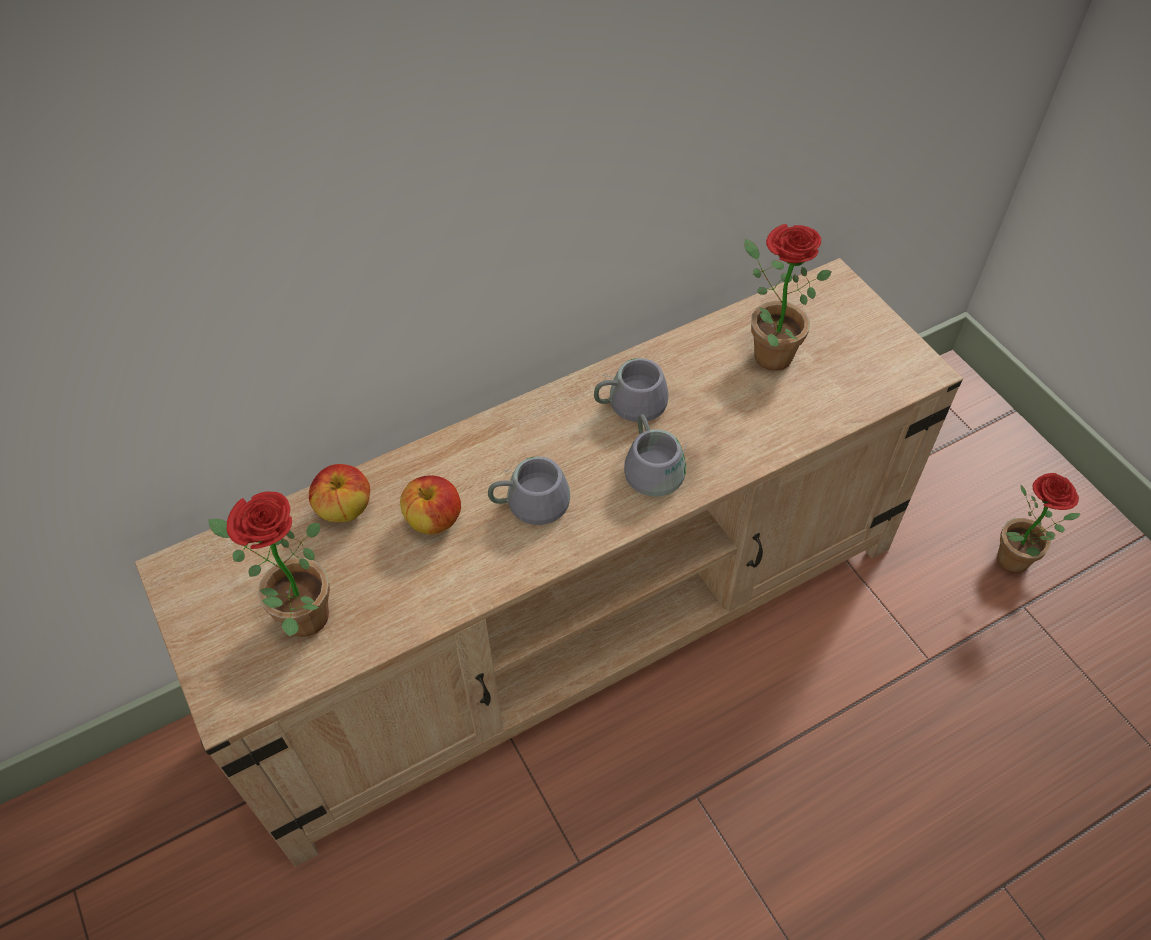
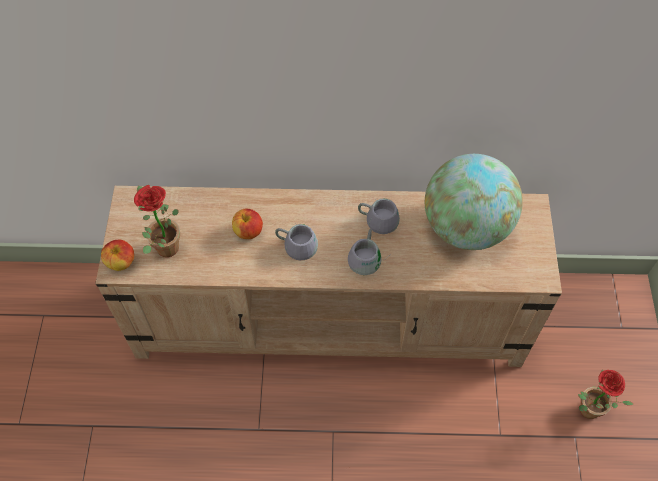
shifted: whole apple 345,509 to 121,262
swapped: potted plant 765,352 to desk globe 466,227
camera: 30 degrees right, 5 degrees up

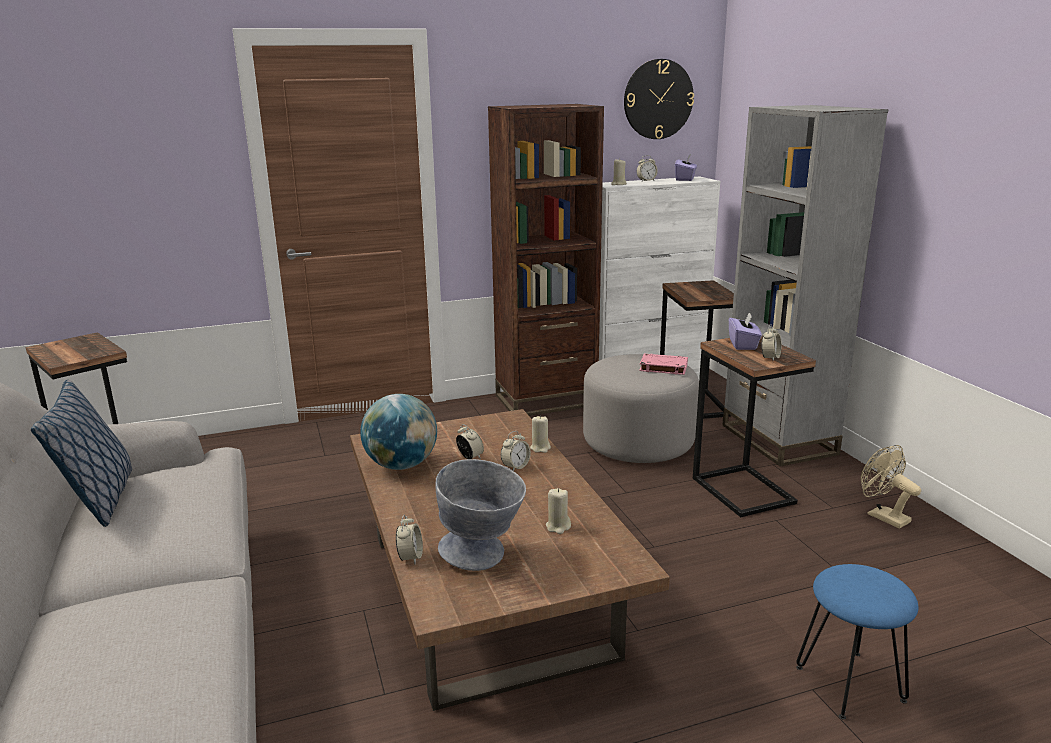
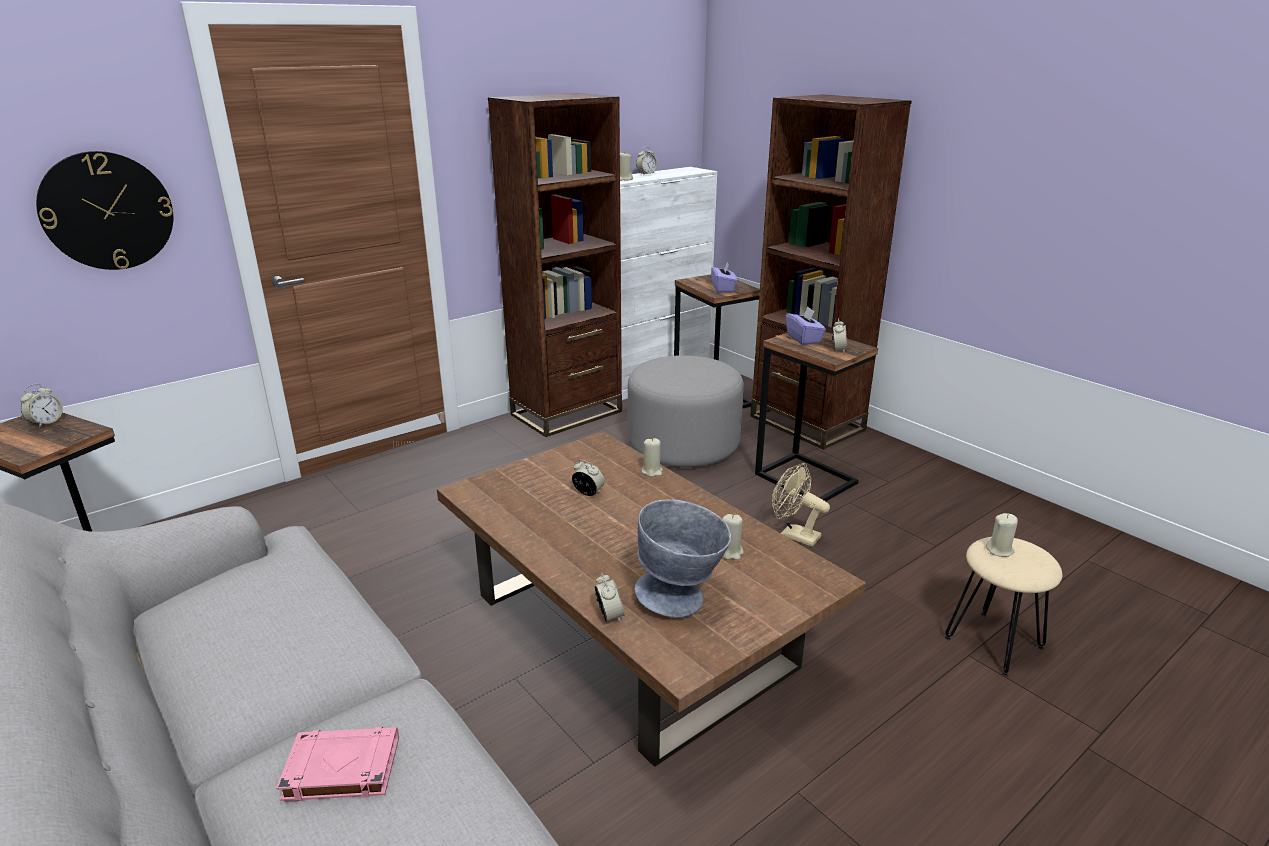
gone: cushion 100,501; desk globe 401,465
new: candle in beige-coloured 999,550
shifted: alarm clock 515,467 to 46,422; wall clock 658,99 to 107,211; volume in pinkish 663,367 to 340,769; tissue holder in purple-coloured 685,179 to 723,289; cooling fan in beige-coloured 882,516 to 793,535
repainted: bookshelf in gray 778,439 to bookshelf in brown 806,423; stool in blue-coloured 849,684 to stool in beige-coloured 993,643
camera: 20 degrees left, 5 degrees up

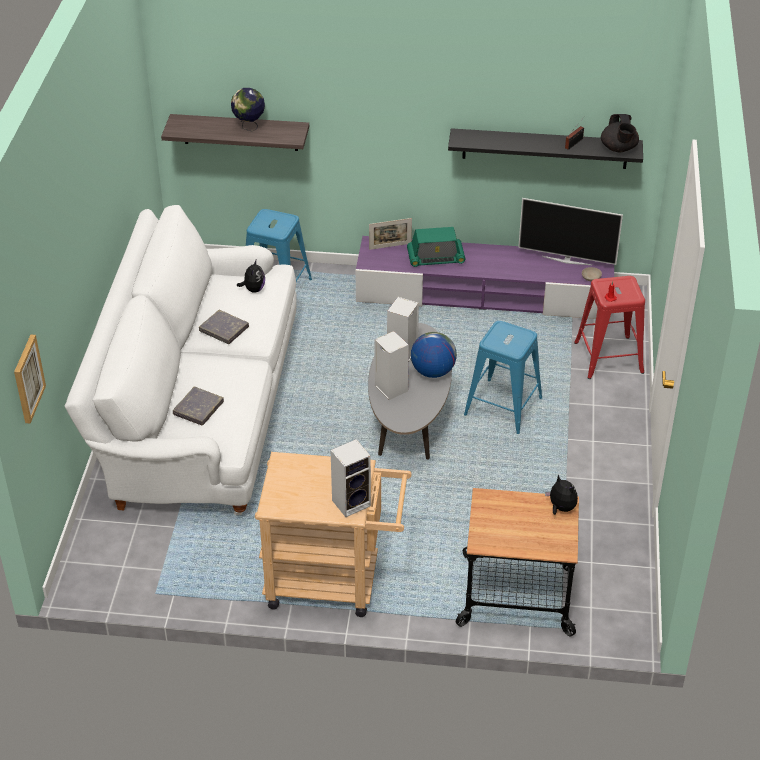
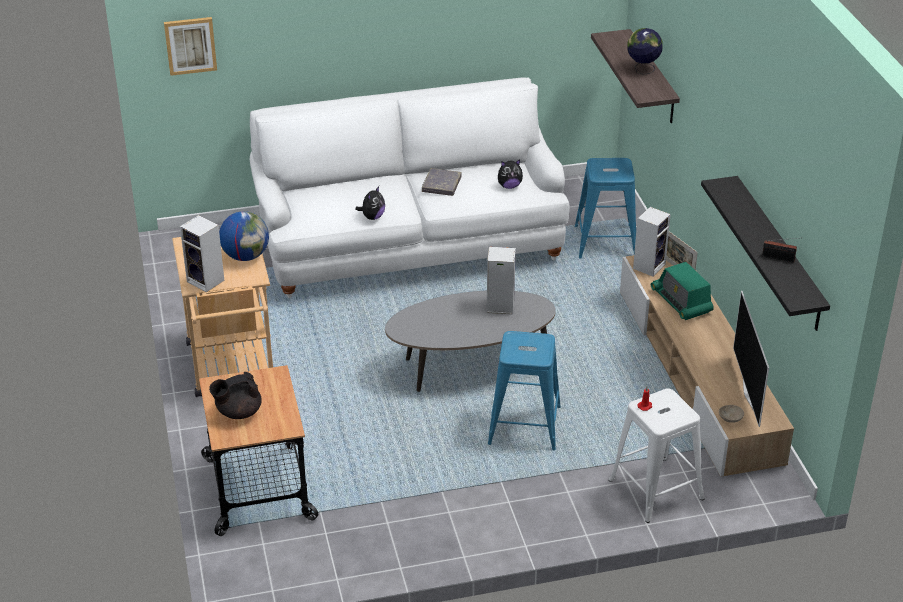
gone: volume in gray 198,408
shifted: speaker 390,388 to 649,265; desk globe 432,371 to 246,256; cuddly toy 560,508 to 372,217; teapot in black-coloured 618,148 to 238,412
repainted: media console in purple-coloured 484,294 to media console in beige-coloured 698,375; stool in red-coloured 608,357 to stool in white 655,489
camera: 70 degrees right, 5 degrees down

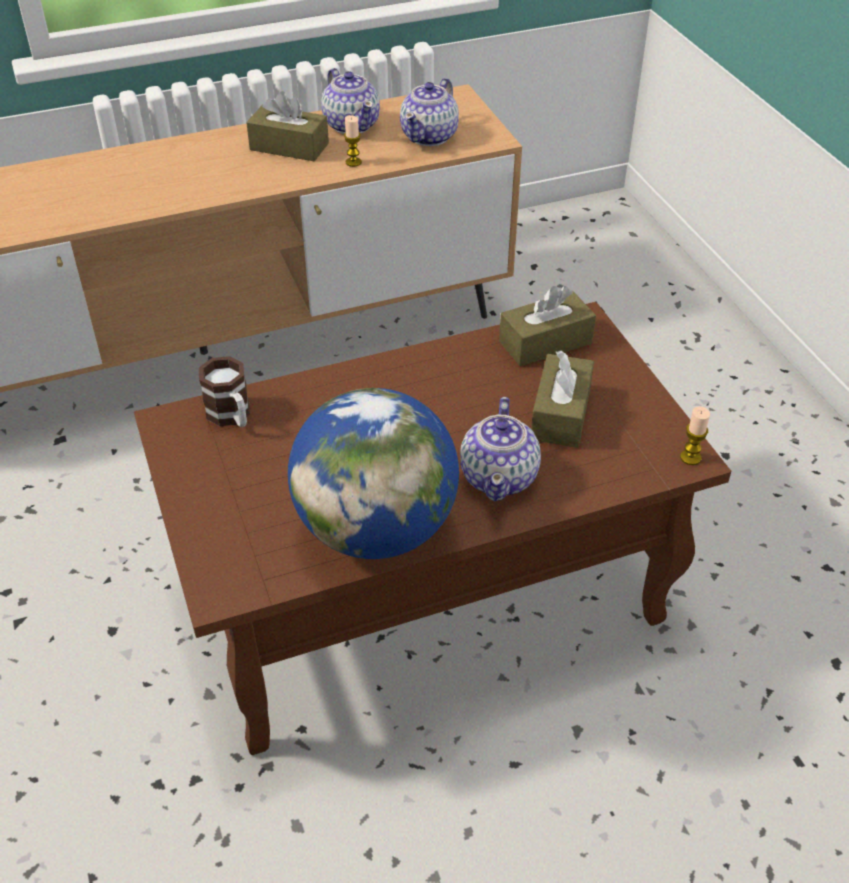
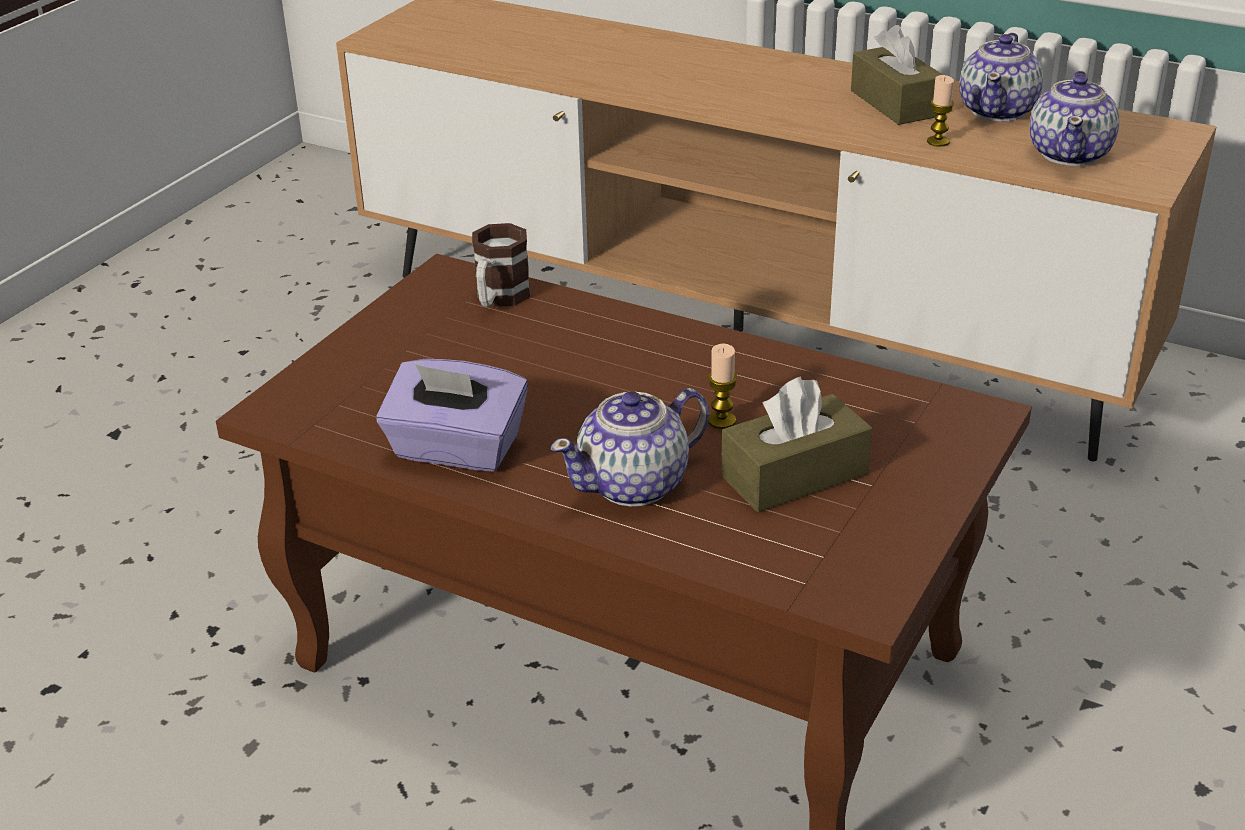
gone: tissue holder in brown 545,342
shifted: candle 690,457 to 721,421
swapped: desk globe 376,529 to tissue holder in purple-coloured 456,449
rotated: teapot 430,136 = 1070,153 60 degrees counterclockwise
camera: 50 degrees right, 10 degrees down

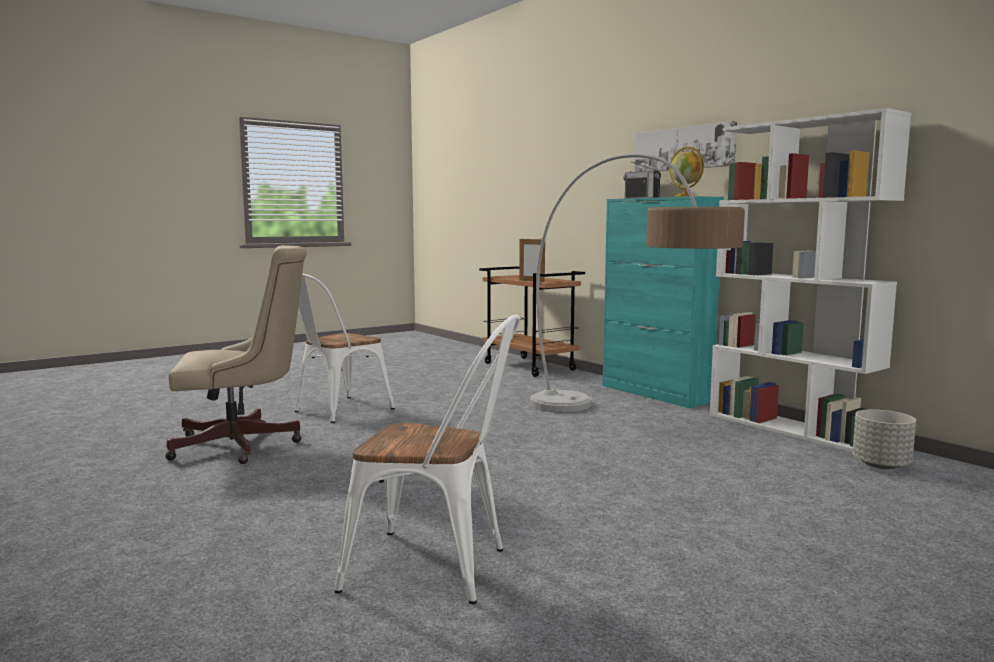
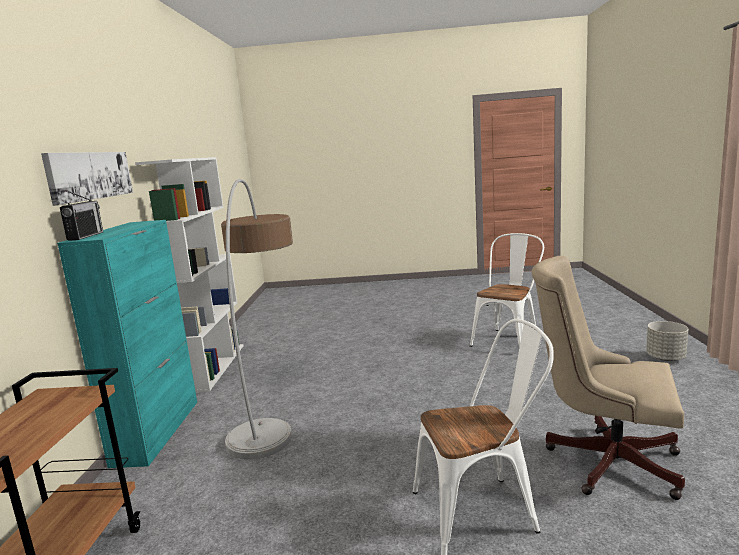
gone: picture frame 531,281; desk globe 685,196
shifted: flower pot in gray 880,465 to 666,358
rotated: upright chair in white 439,569 = 509,339 75 degrees clockwise
camera: 140 degrees left, 5 degrees up

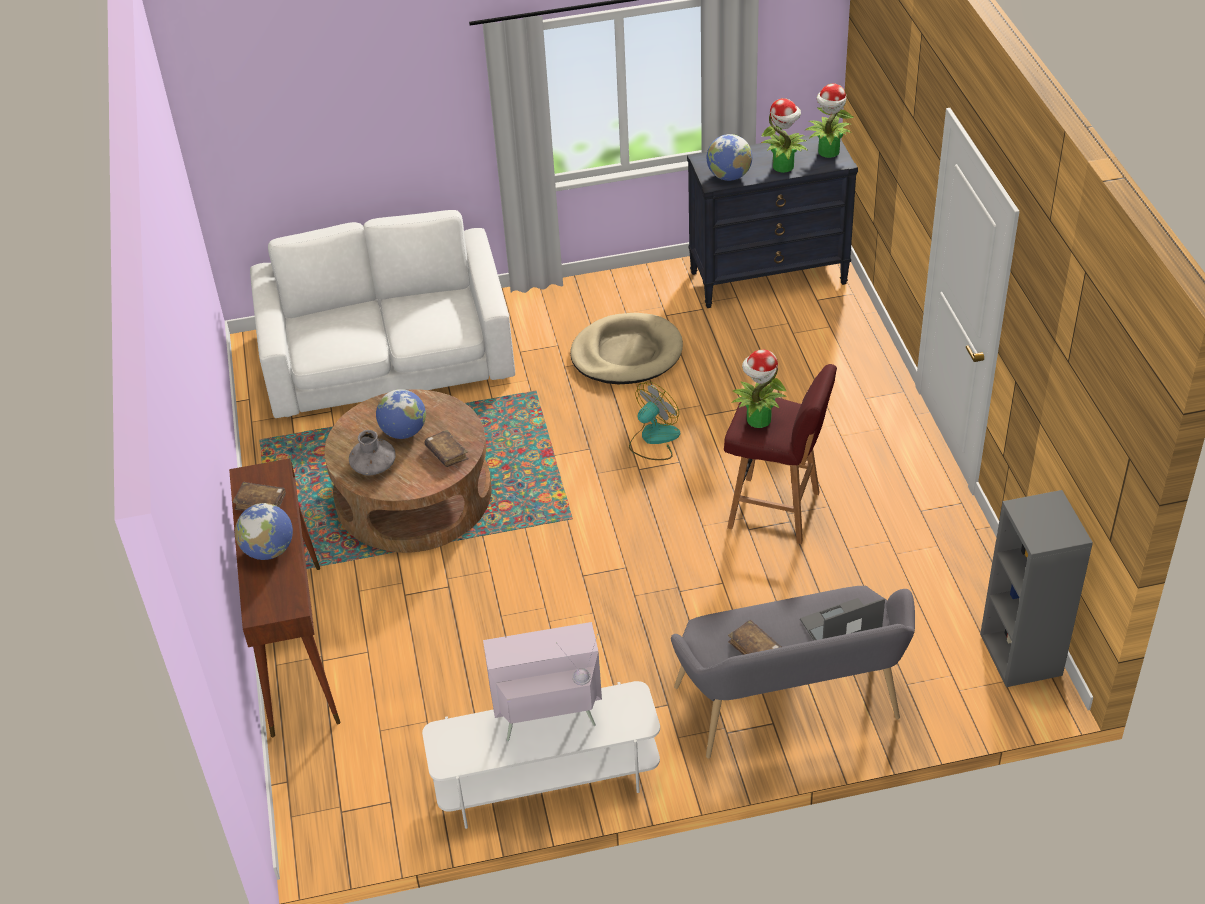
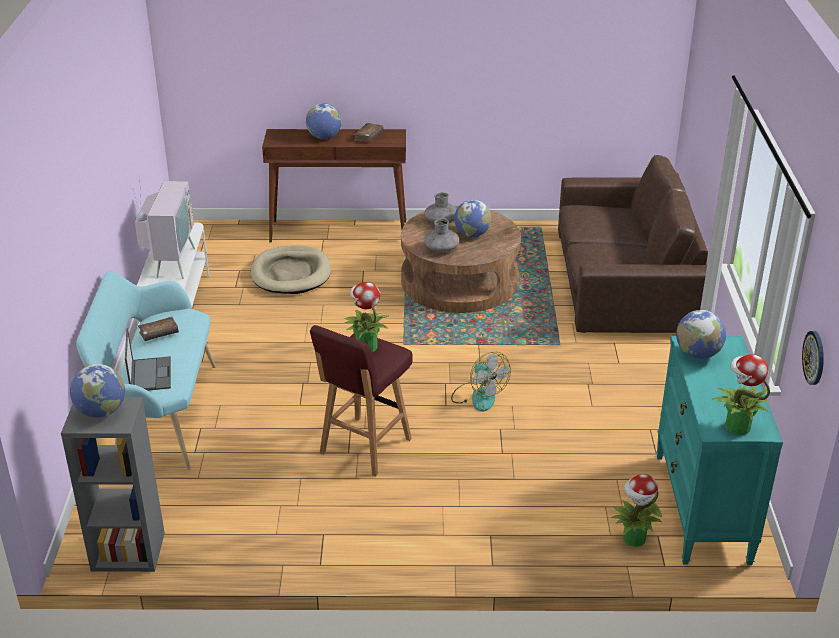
new: desk globe 101,411; wall clock 814,357
shifted: dog bed in beige-coloured 626,353 to 291,273; potted plant 784,166 to 633,539
swapped: volume in brown 447,453 to decorative vase in gray 441,249
repainted: sofa in white 388,356 to sofa in brown 623,282; long seat in gray 792,710 to long seat in blue-green 159,415; dresser in black-coloured 769,277 to dresser in blue-green 702,508
camera: 100 degrees right, 10 degrees down

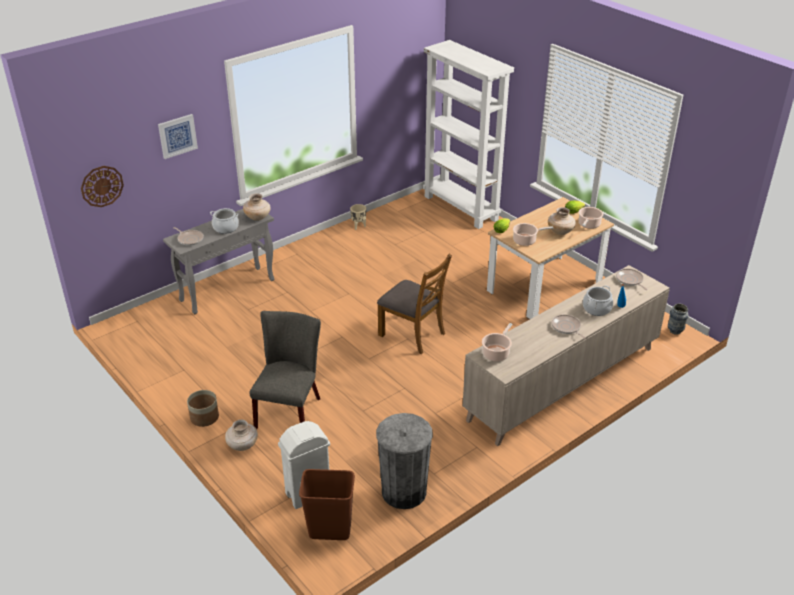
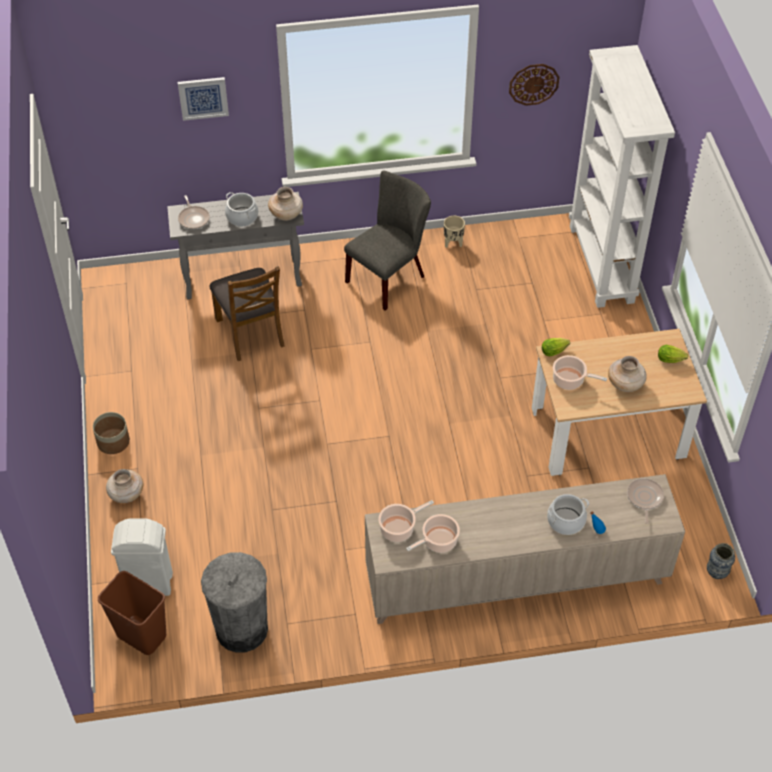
gone: skillet 566,327
shifted: wall clock 102,186 to 533,84; upright chair in gray 290,410 to 389,277; upright chair in brown 412,334 to 251,332; stockpot 588,225 to 438,542
camera: 30 degrees right, 15 degrees up

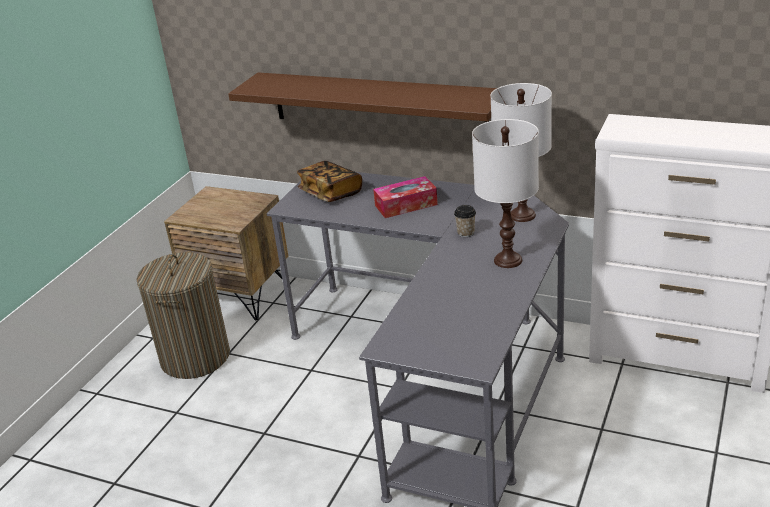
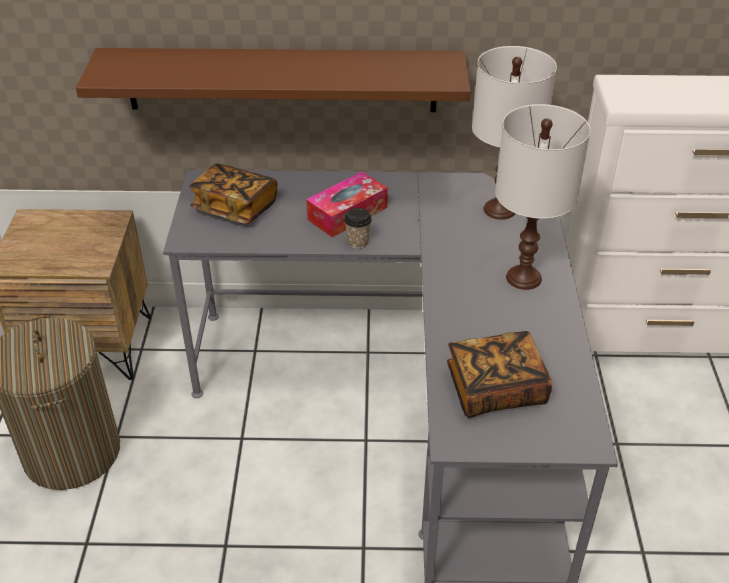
new: volume 495,389
shifted: small cup 466,233 to 358,242
camera: 25 degrees left, 10 degrees up

